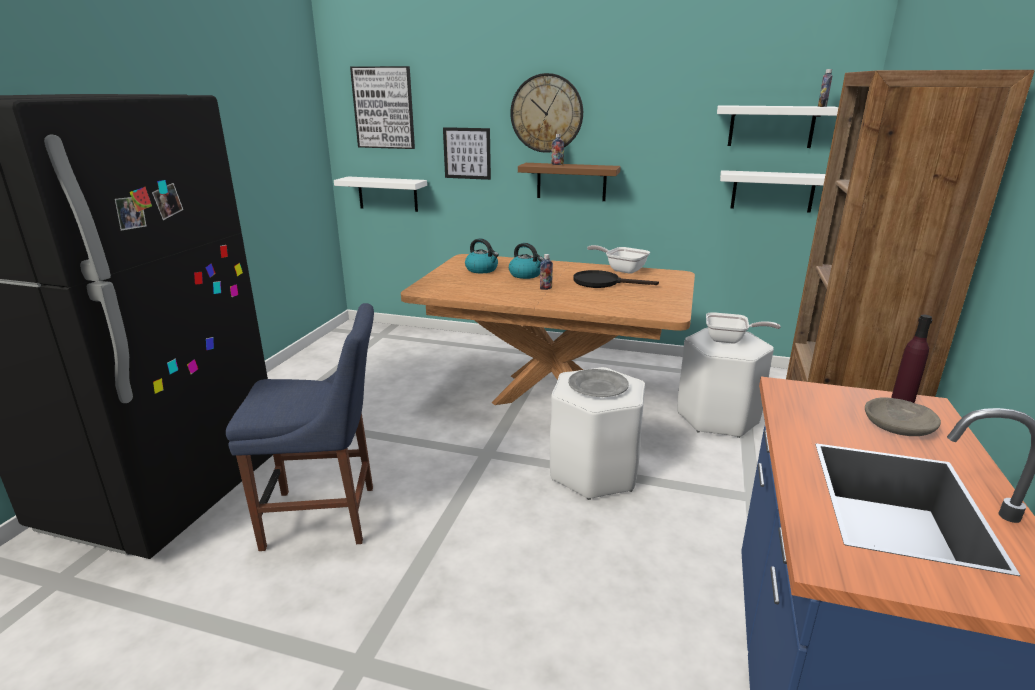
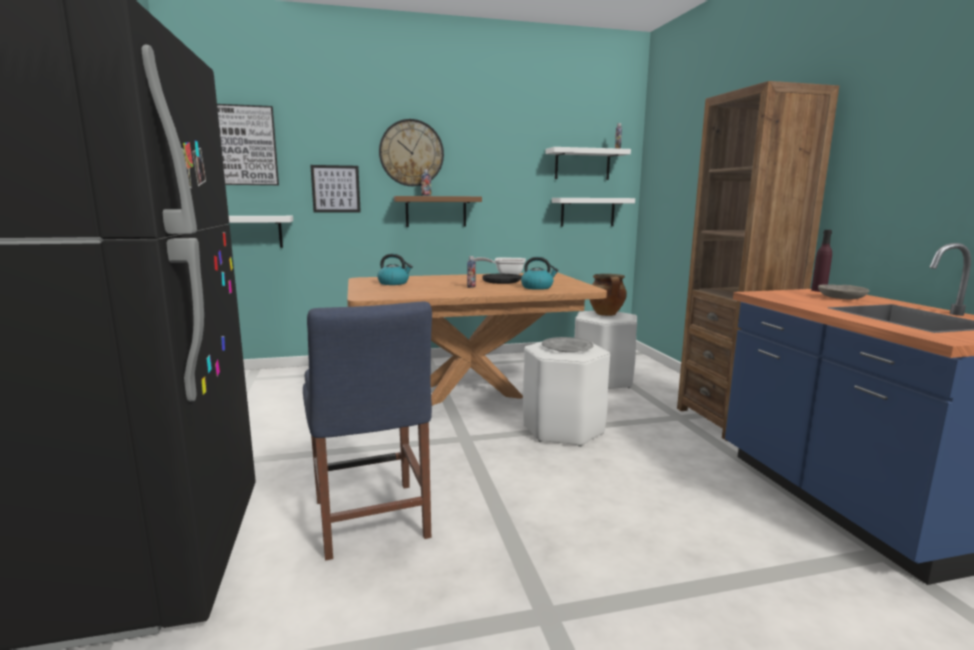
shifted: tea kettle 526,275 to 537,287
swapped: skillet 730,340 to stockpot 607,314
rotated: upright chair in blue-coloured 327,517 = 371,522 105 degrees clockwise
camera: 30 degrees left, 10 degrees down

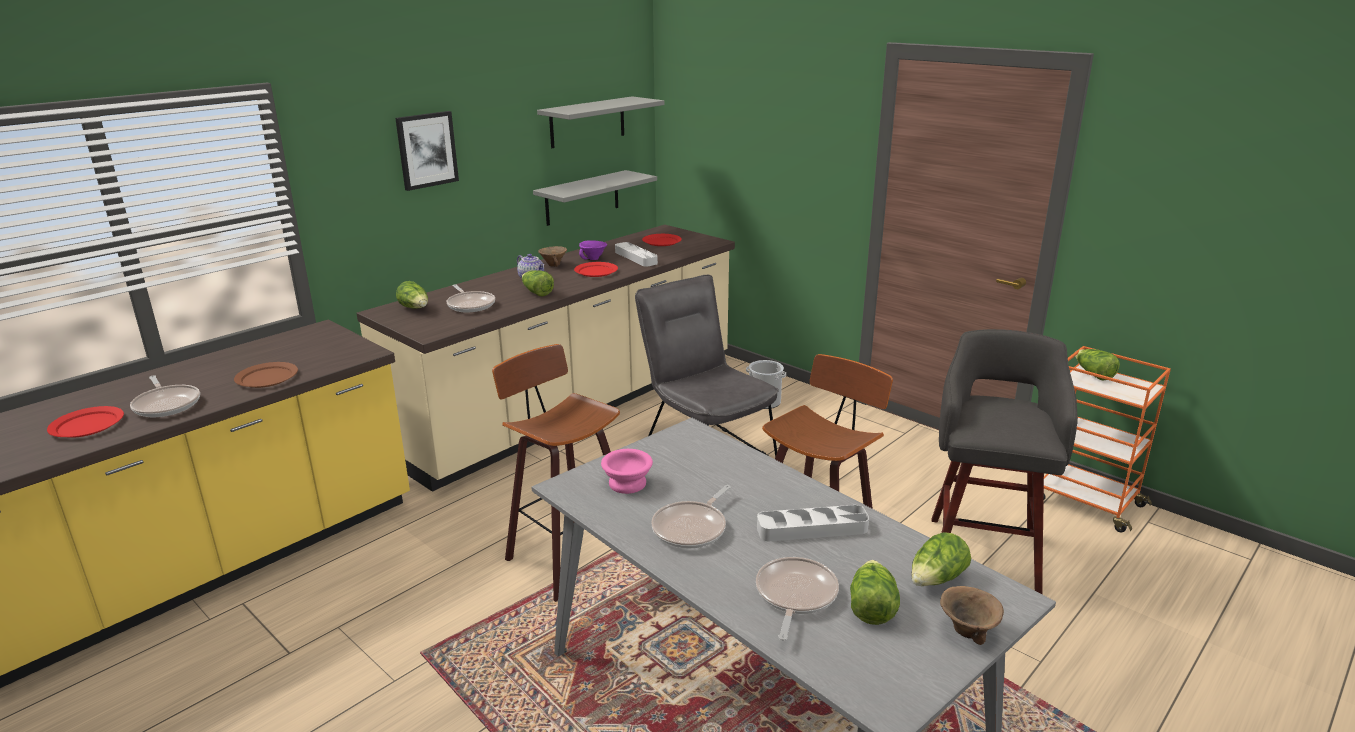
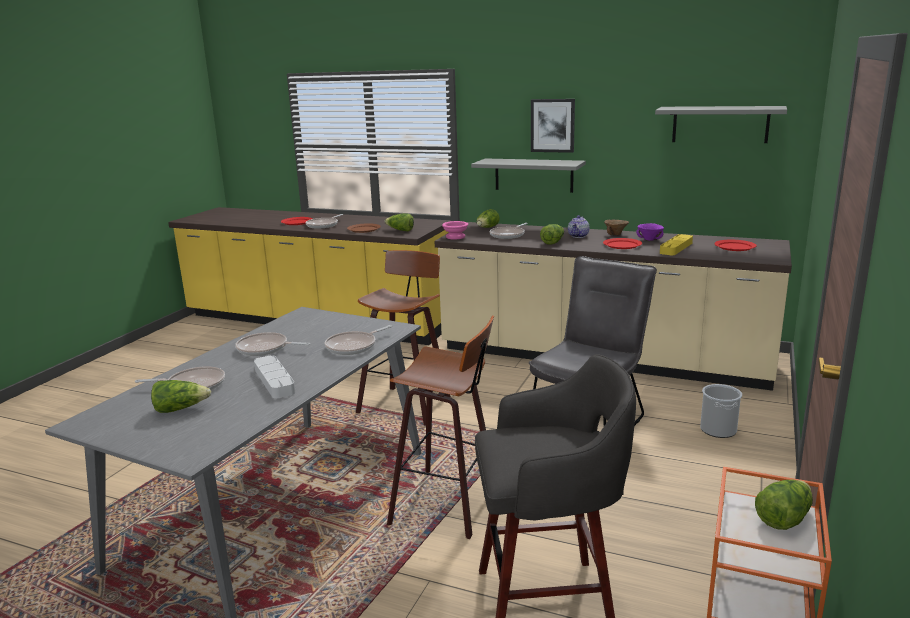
gone: serving bowl in brown 966,631
new: skillet 354,346
shifted: wall shelf in gray 582,198 to 533,175; serving bowl in pinkish 626,483 to 456,237; lettuce 936,579 to 400,230
repainted: serving tray in gray 636,257 to serving tray in yellowish 676,248
camera: 70 degrees right, 5 degrees down

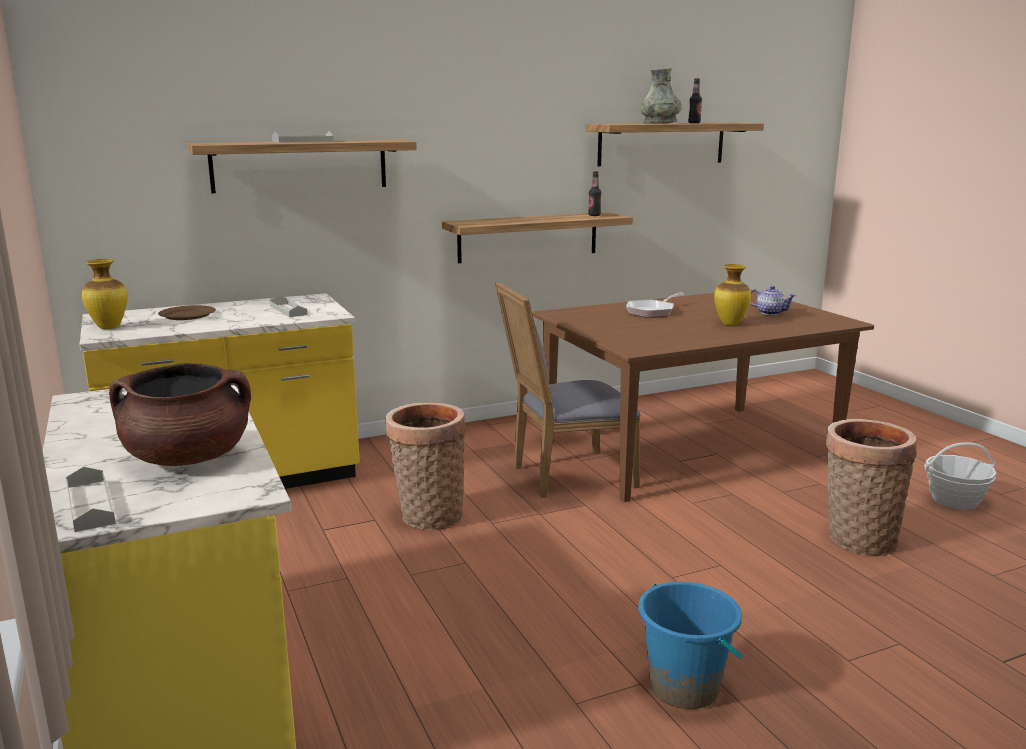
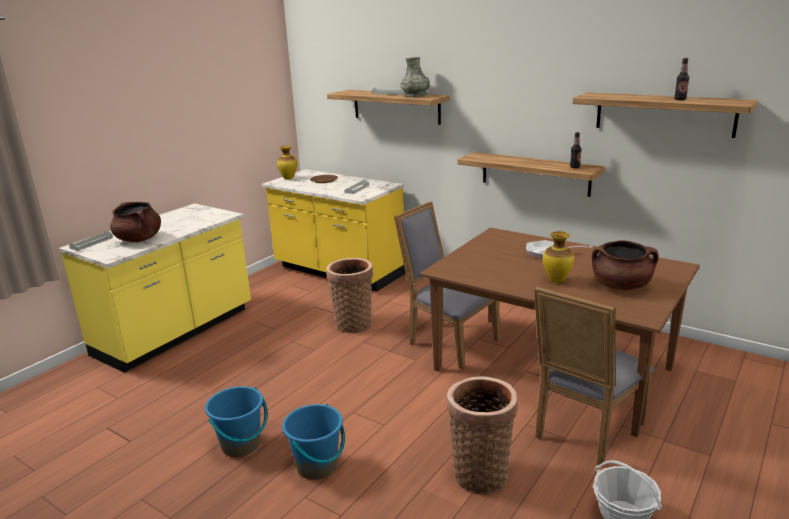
new: bucket in blue-coloured 317,466; upright chair in gray 583,432
shifted: decorative vase in gray 660,123 to 415,96
swapped: teapot 770,313 to stockpot in brown 621,286
camera: 60 degrees right, 5 degrees up

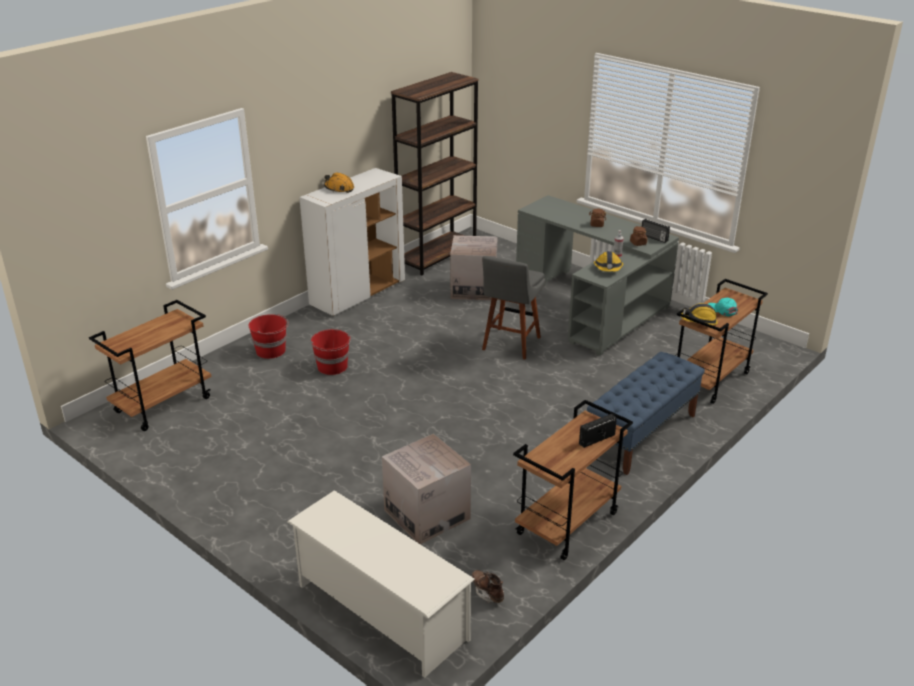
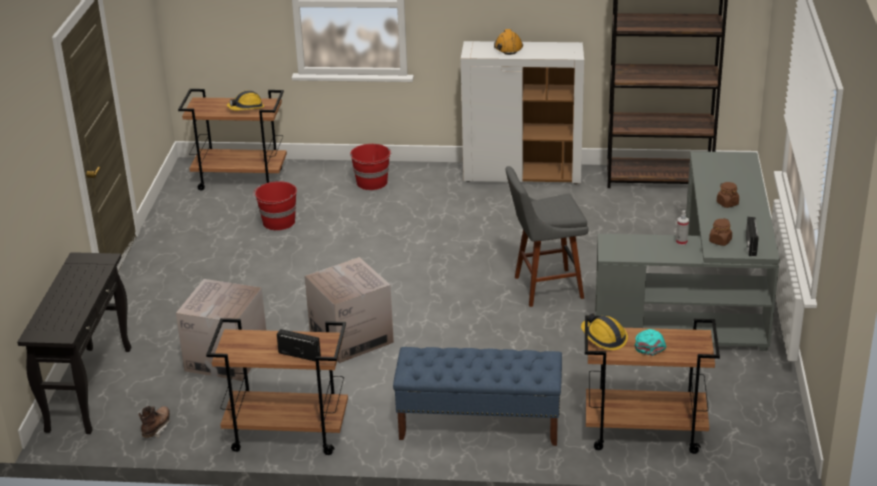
shifted: bucket in red-coloured 332,367 to 278,222; carton 473,289 to 351,337; hard hat 608,268 to 246,108
swapped: shoe shelf in white 380,612 to hall table in black-coloured 89,388
camera: 55 degrees right, 0 degrees up

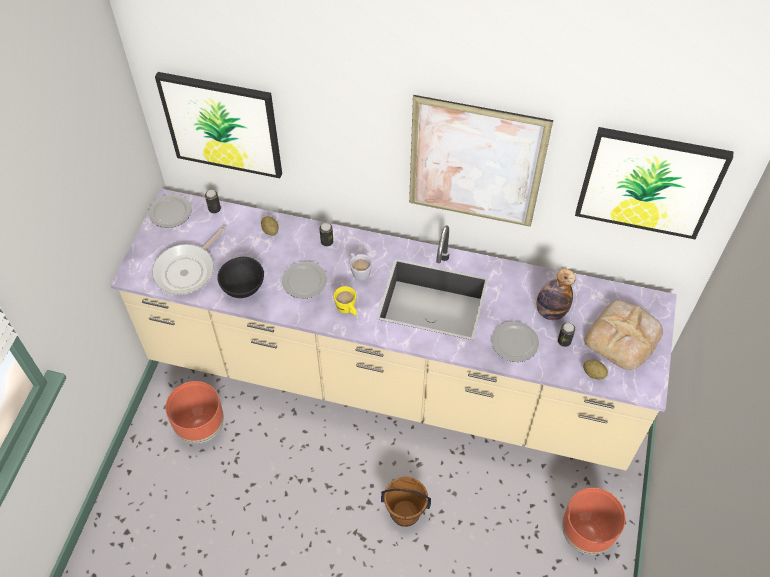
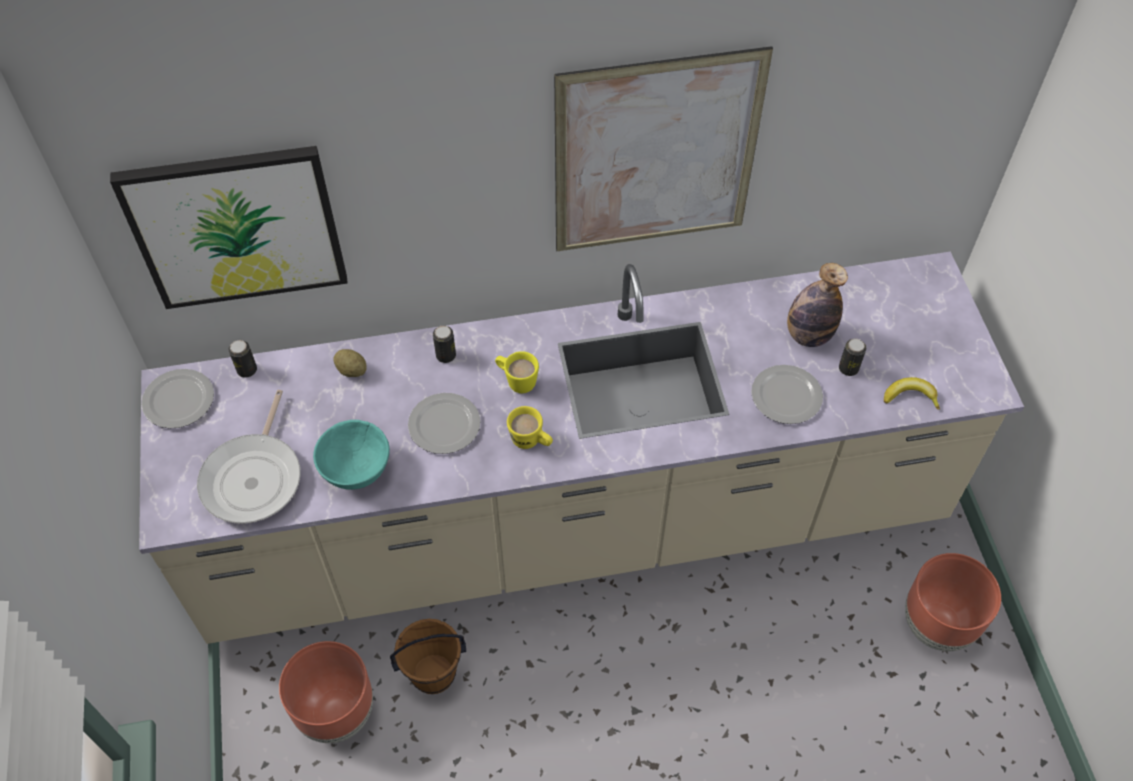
gone: picture 649,182; bakery bread 624,337
shifted: bucket in brown 405,512 to 433,673
swapped: potato 593,373 to banana fruit 910,396
repainted: serving bowl in black-coloured 242,287 to serving bowl in blue-green 355,469; coffee mug in white 359,272 to coffee mug in yellowish 516,381
camera: 25 degrees left, 0 degrees up

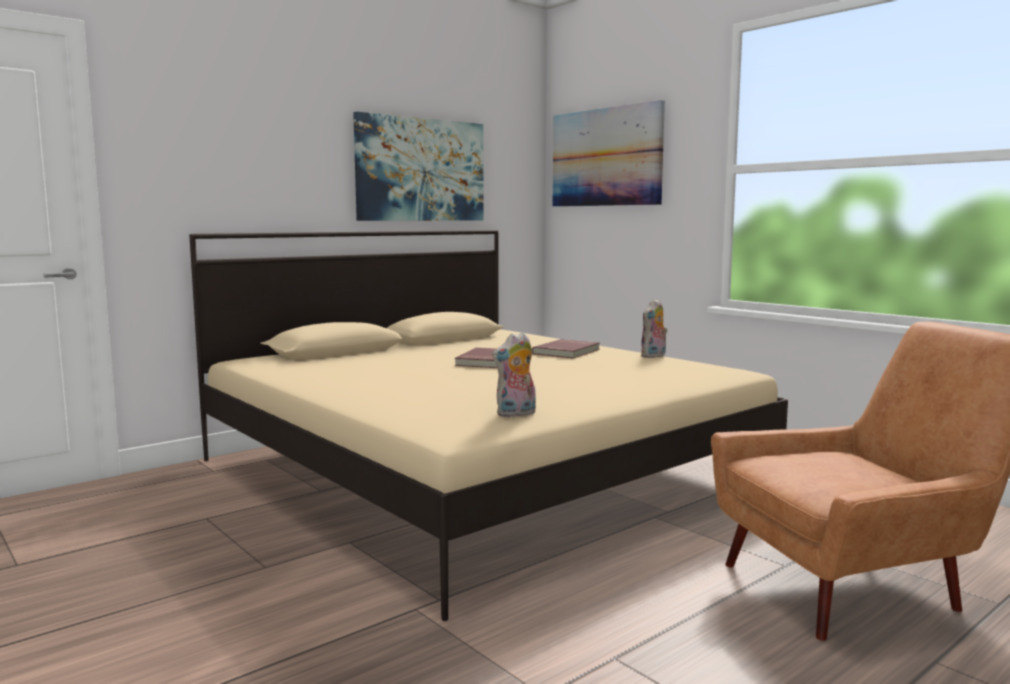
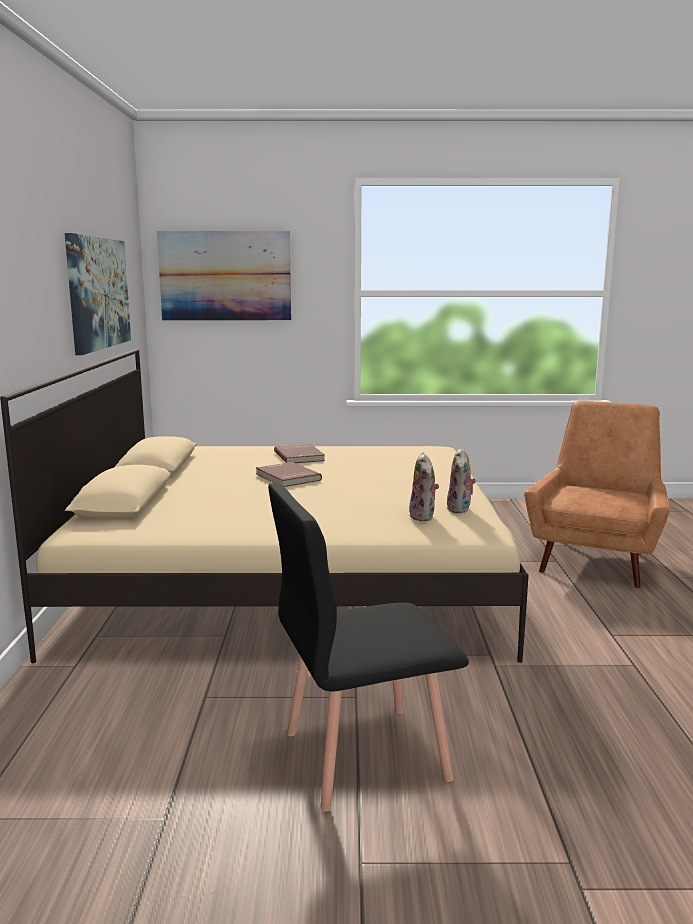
new: upright chair in black-coloured 363,755
shifted: cuddly toy 654,356 to 424,517
camera: 50 degrees left, 5 degrees up

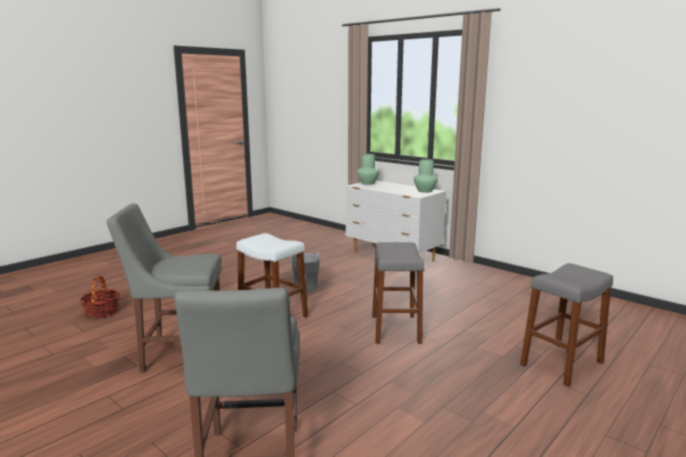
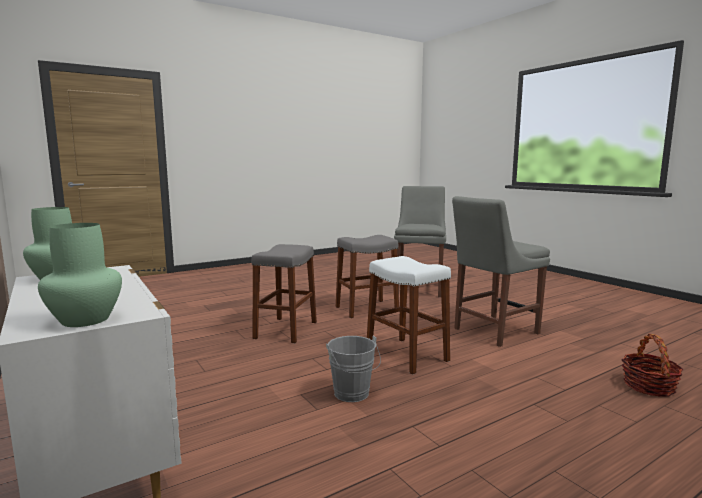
shifted: stool in gray 561,363 to 366,309
rotated: upright chair in gray 178,354 = 493,331 135 degrees clockwise
camera: 165 degrees left, 5 degrees down

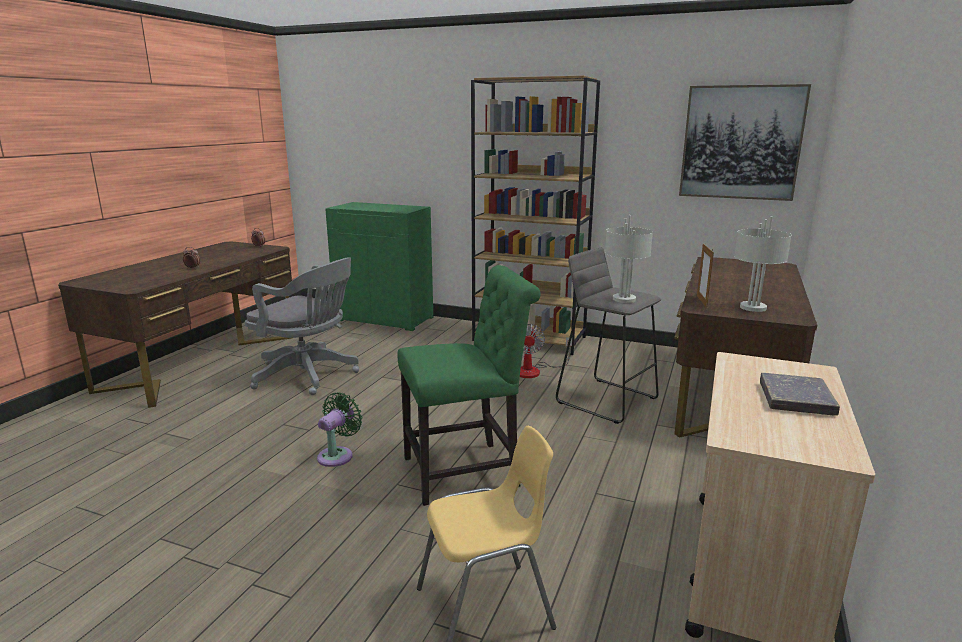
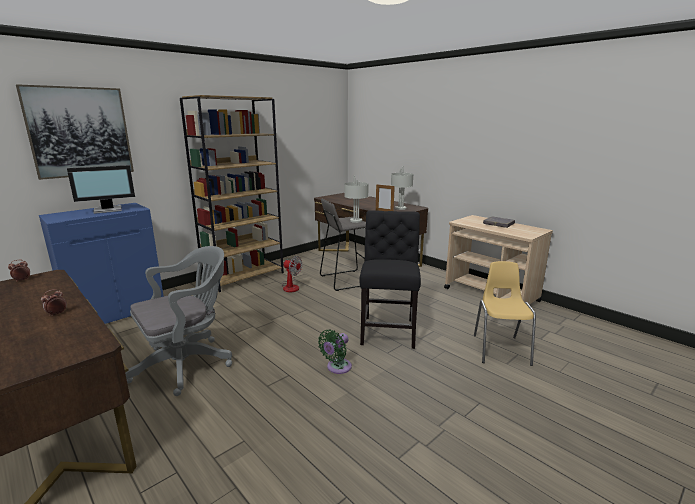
new: monitor 108,210
shifted: picture 741,143 to 79,132
repainted: cupboard in greenish 385,318 to cupboard in blue-coloured 116,312; upright chair in greenish 467,471 to upright chair in black-coloured 388,330
rotated: cooling fan in greenish 338,455 = 337,368 105 degrees counterclockwise
camera: 65 degrees left, 0 degrees up

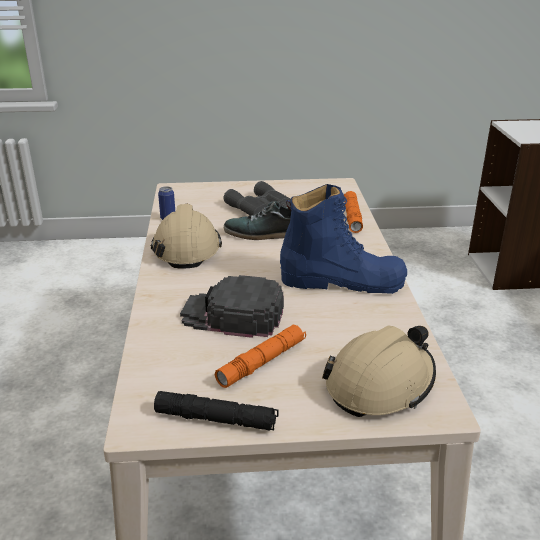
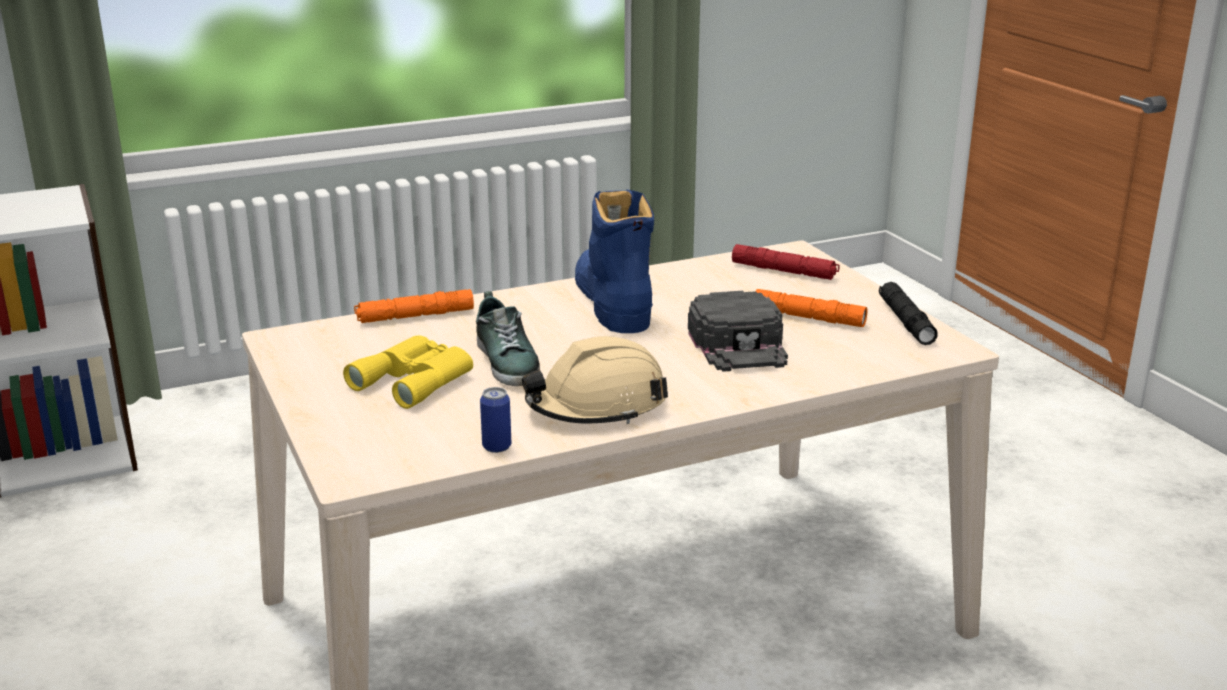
swapped: hard hat in beige-coloured 380,384 to hand torch in red-coloured 784,271
repainted: field glasses in gray 261,209 to field glasses in yellowish 416,379
camera: 110 degrees left, 5 degrees down

